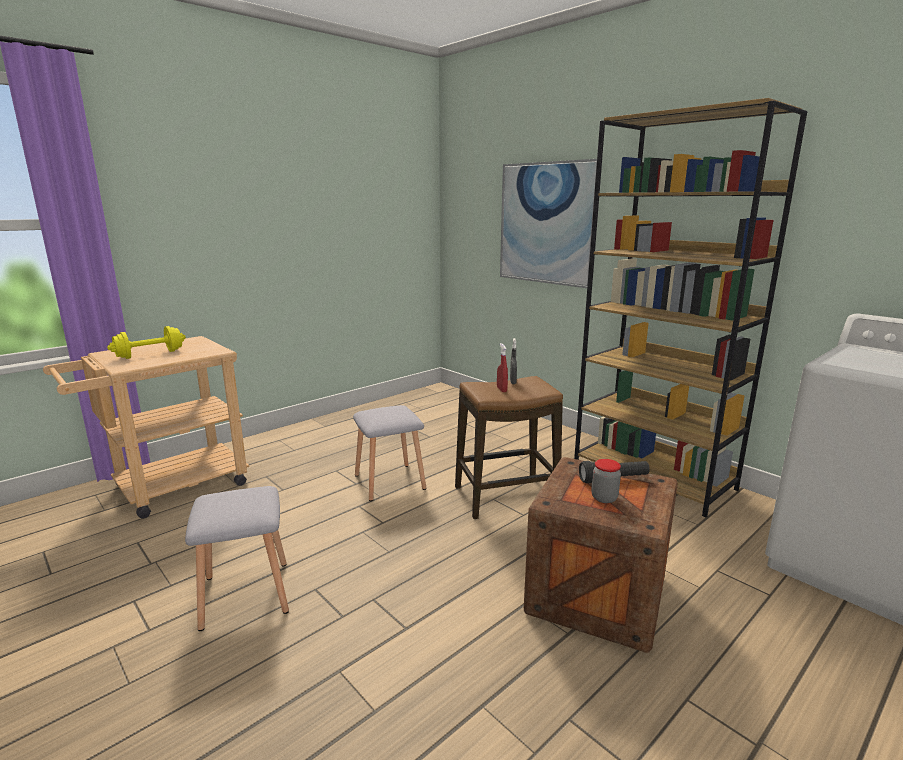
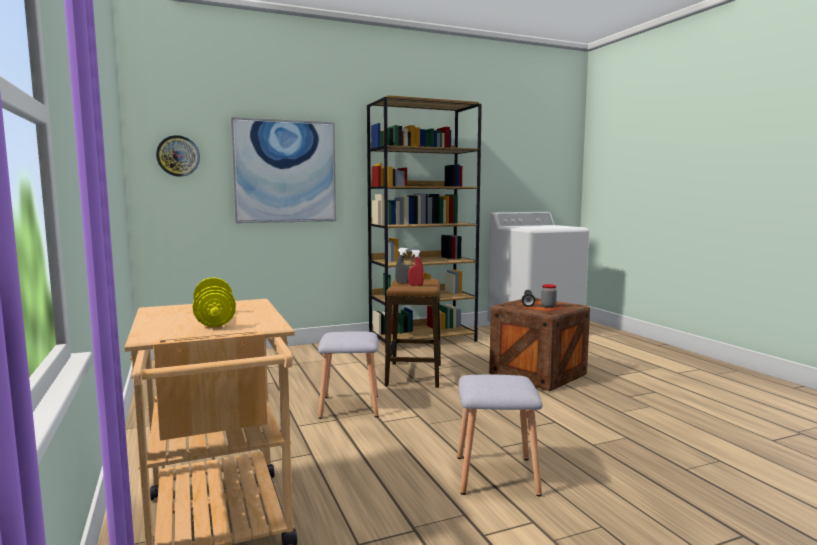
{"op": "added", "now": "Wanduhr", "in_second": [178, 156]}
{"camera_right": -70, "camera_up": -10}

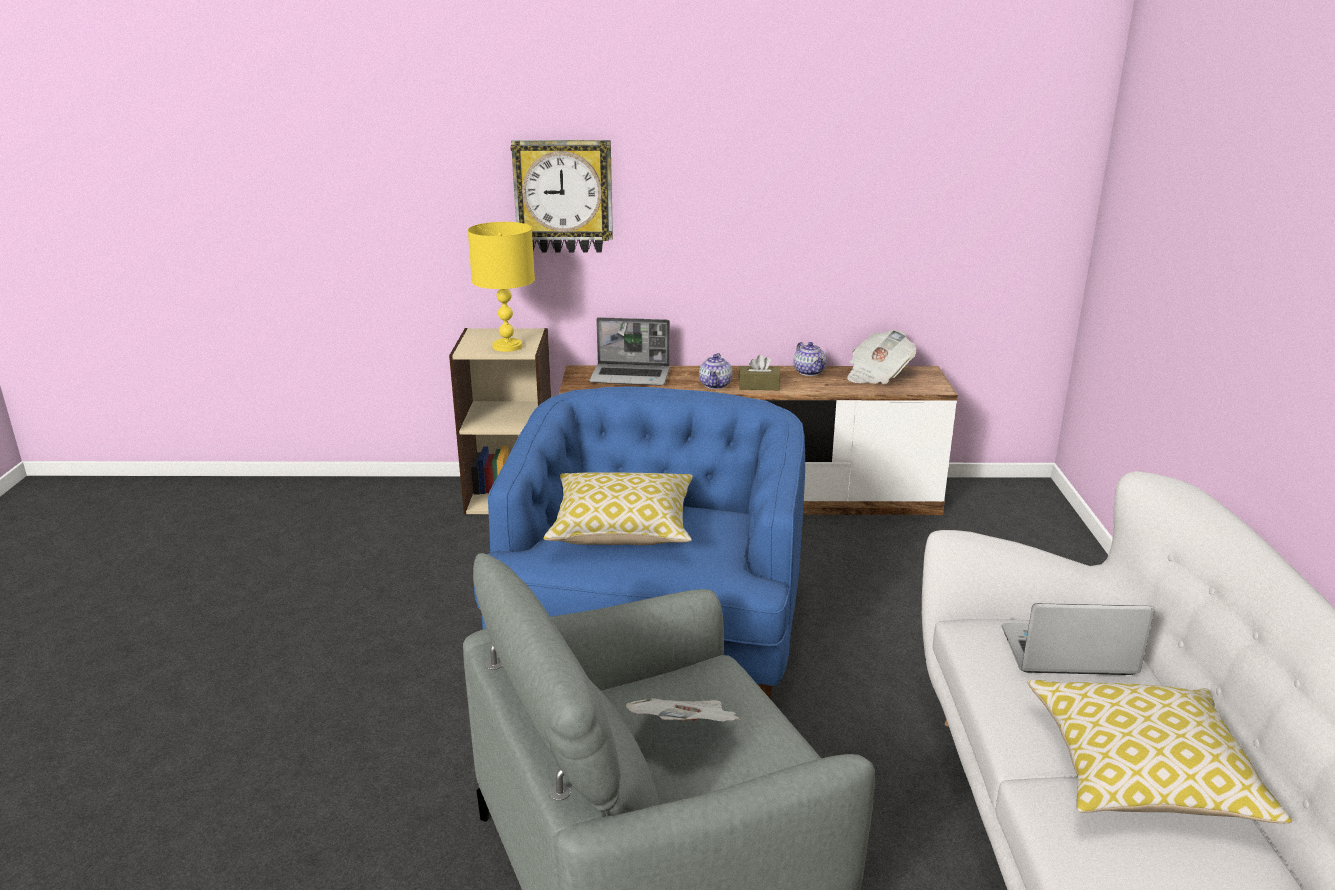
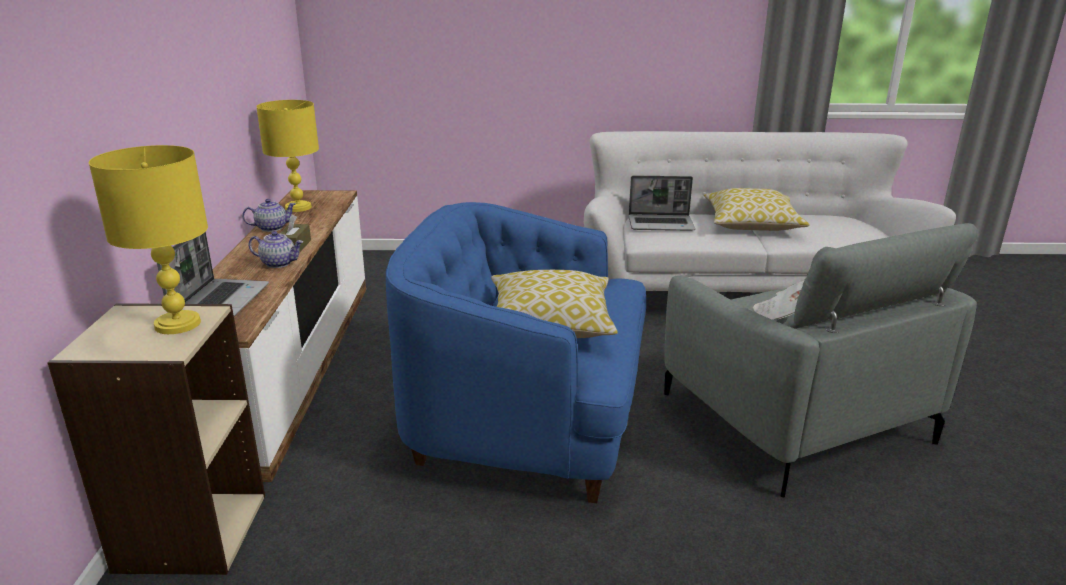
{"op": "removed", "was": "Wanduhr", "in_first": [563, 196]}
{"op": "replaced", "was": "Zeitung", "now": "Tischlampe/gelb", "in_first": [877, 375], "in_second": [298, 207]}
{"op": "turned", "was": "Laptop", "in_first": [1066, 653], "in_second": [661, 224], "clockwise": -90}
{"camera_right": -90, "camera_up": 0}

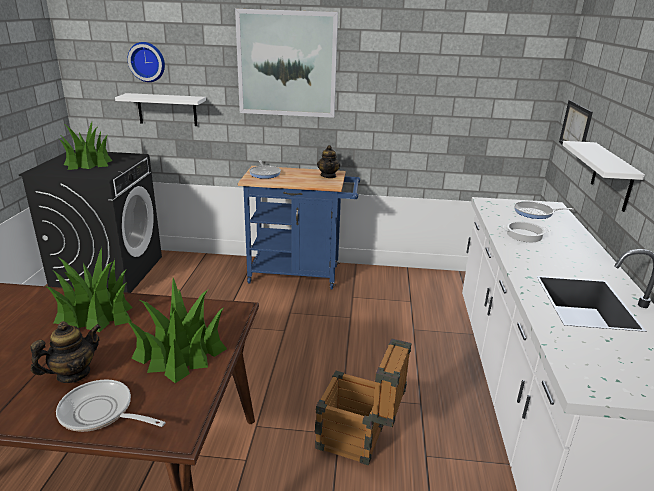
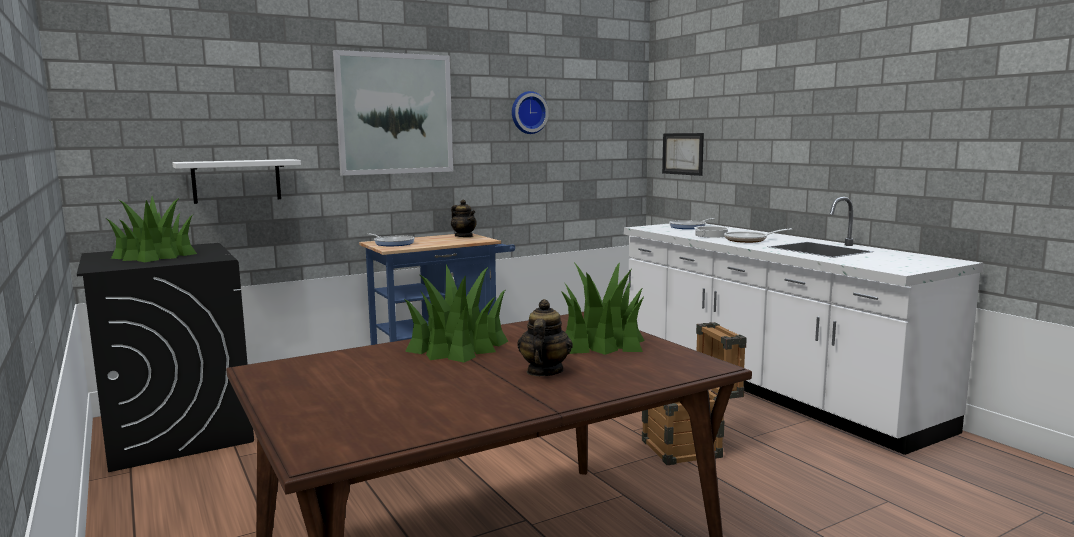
{"op": "moved", "was": "Wanduhr", "in_first": [147, 62], "in_second": [528, 112]}
{"op": "removed", "was": "Wandregal/weiß", "in_first": [612, 177]}
{"op": "moved", "was": "Pfanne", "in_first": [101, 413], "in_second": [749, 240]}
{"camera_right": -35, "camera_up": -15}

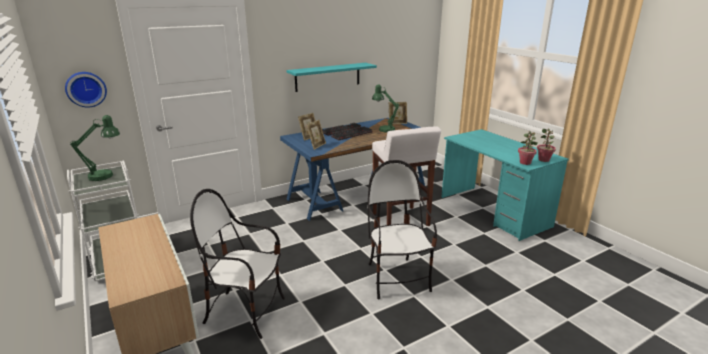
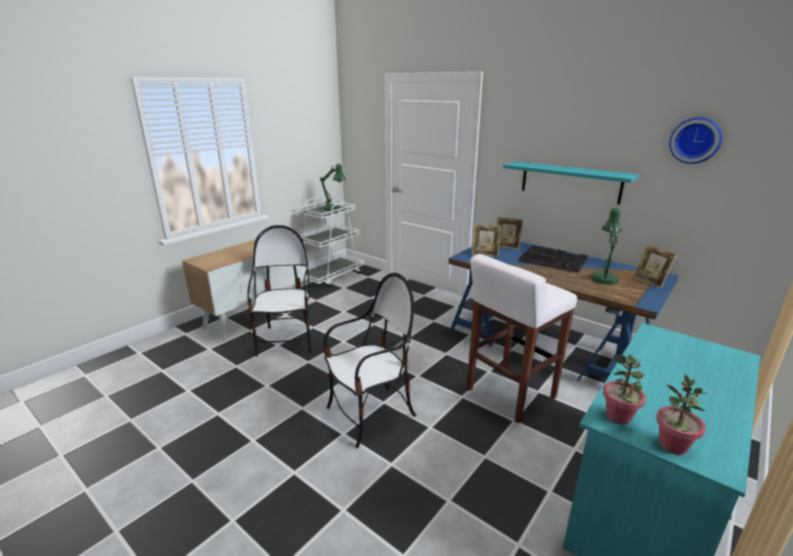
{"op": "moved", "was": "Wanduhr", "in_first": [86, 89], "in_second": [695, 140]}
{"camera_right": 70, "camera_up": 0}

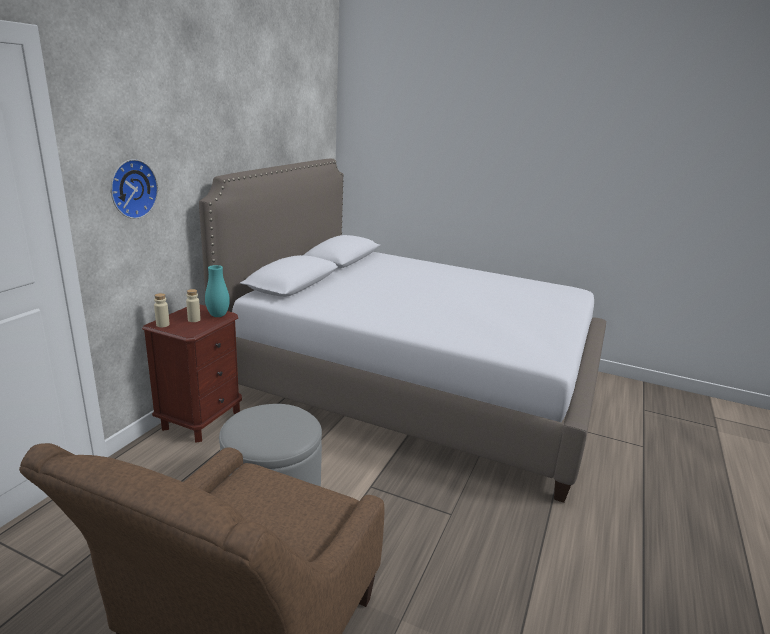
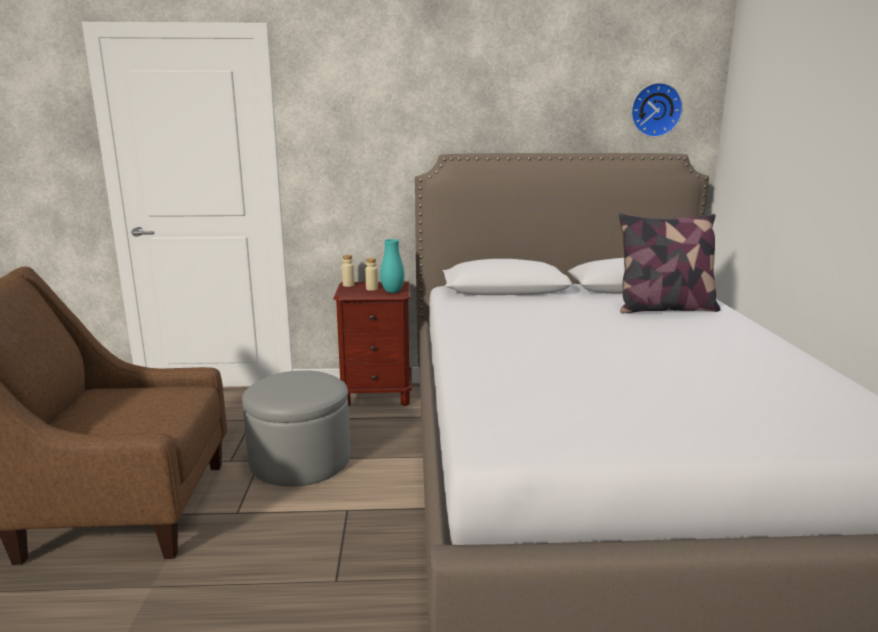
{"op": "moved", "was": "Wanduhr", "in_first": [131, 188], "in_second": [655, 110]}
{"op": "added", "now": "Kissen", "in_second": [665, 308]}
{"camera_right": 65, "camera_up": -5}

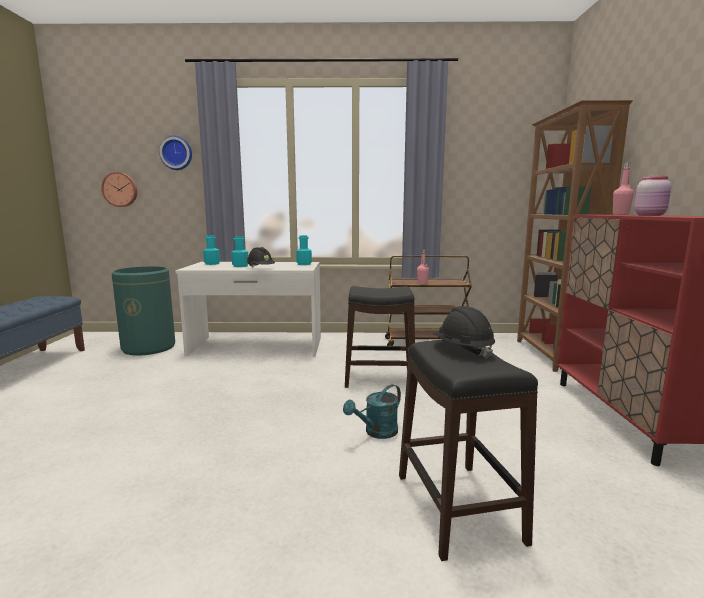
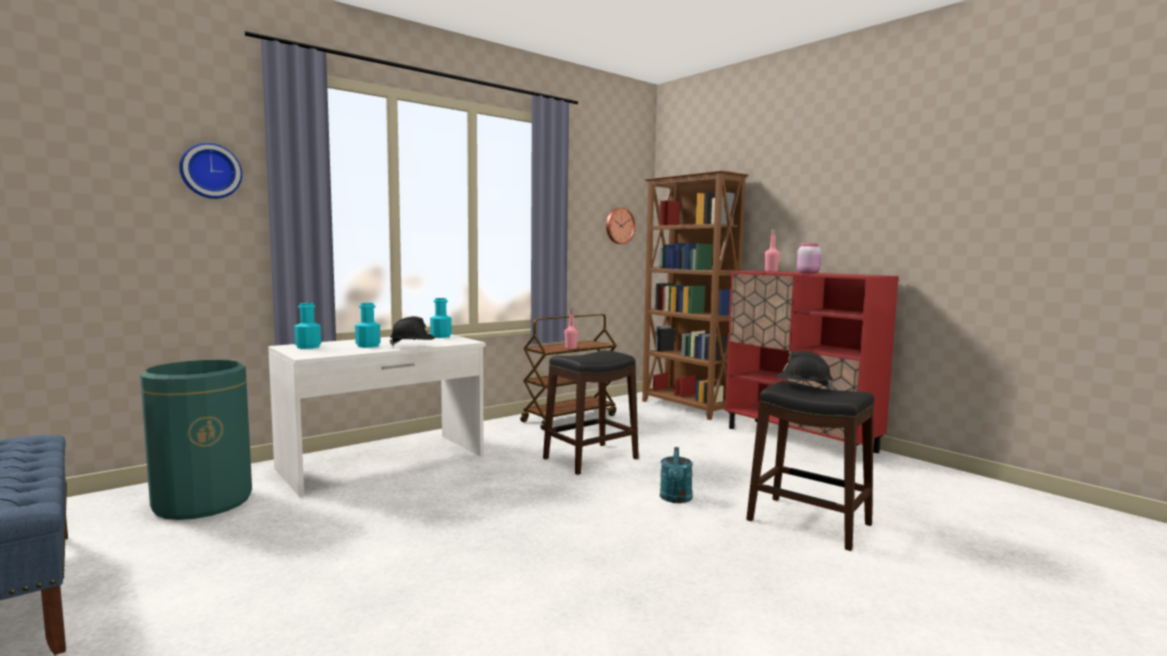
{"op": "moved", "was": "Wanduhr", "in_first": [120, 189], "in_second": [619, 225]}
{"camera_right": -40, "camera_up": -5}

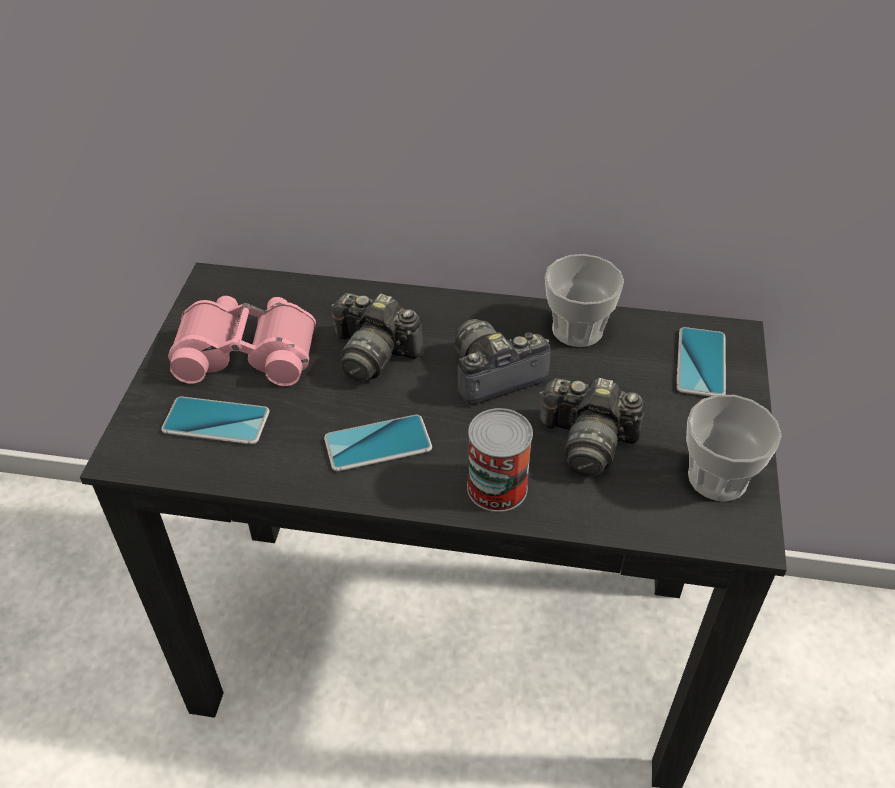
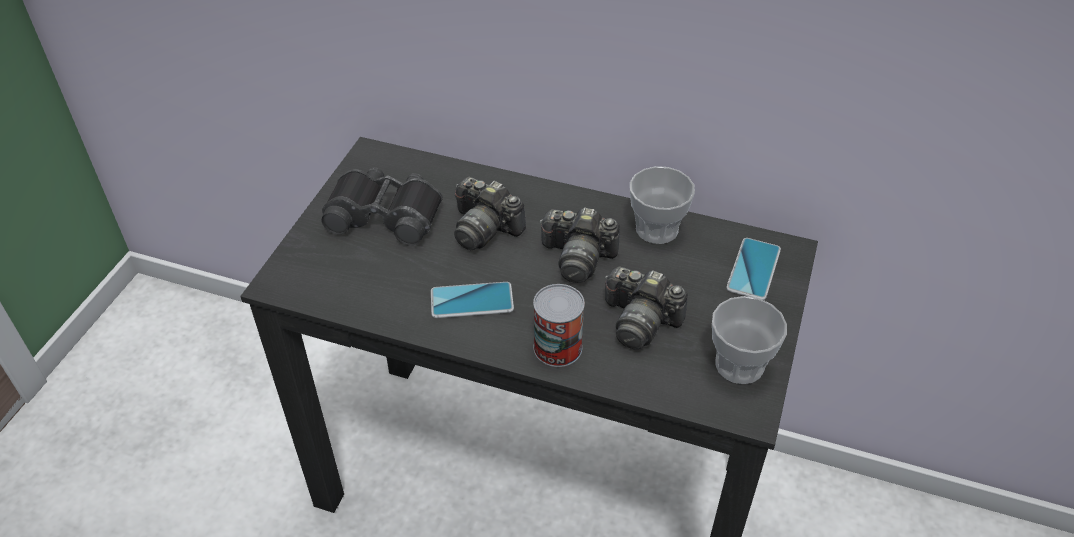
{"op": "recoloured", "was": "Fernglas/rosa", "now": "Fernglas/schwarz", "in_first": [247, 351], "in_second": [385, 214]}
{"op": "turned", "was": "Kamera", "in_first": [494, 375], "in_second": [578, 258], "clockwise": -150}
{"op": "removed", "was": "Handy", "in_first": [216, 421]}
{"camera_right": 10, "camera_up": 0}

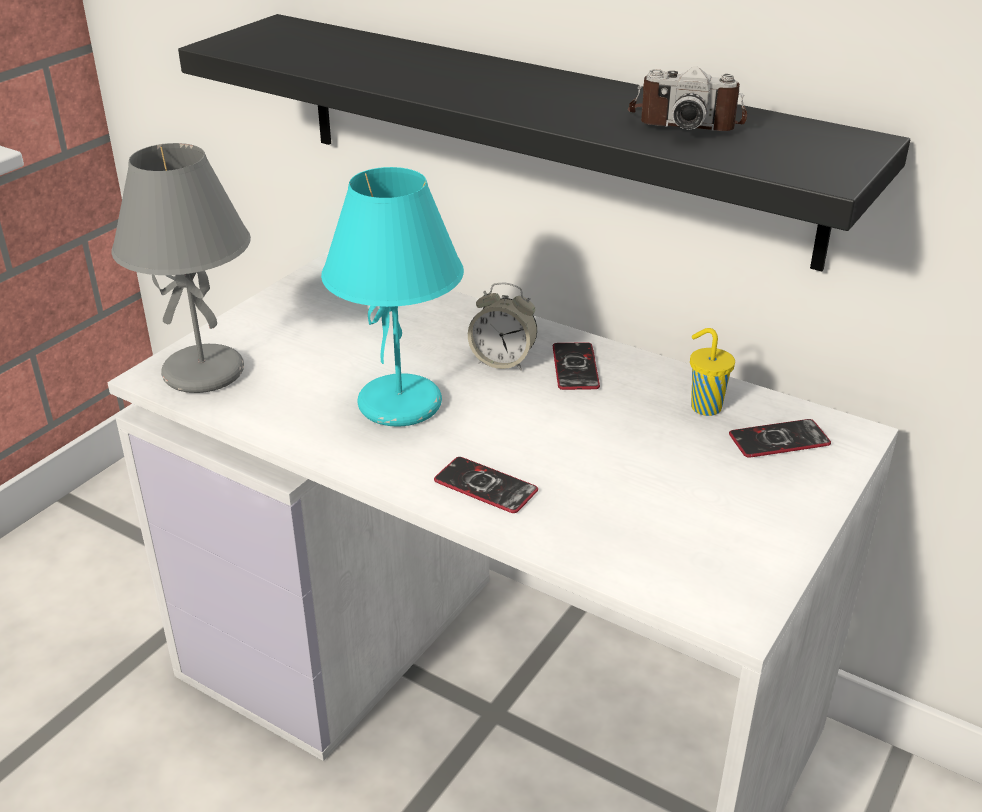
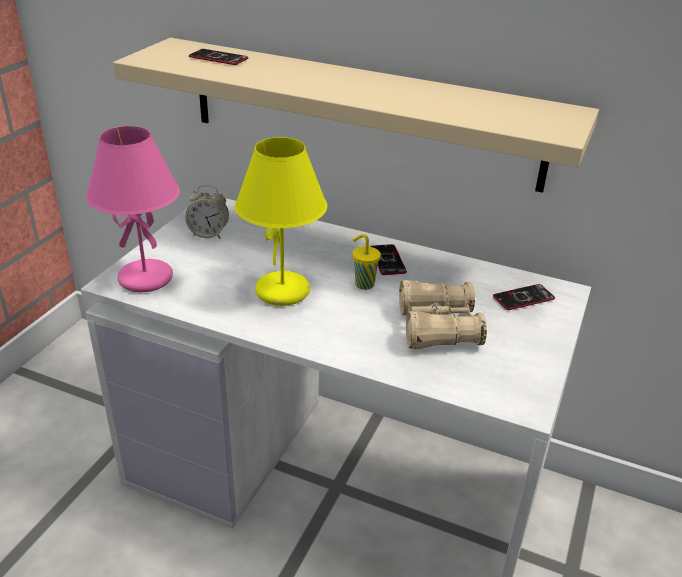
{"op": "recoloured", "was": "Wandregal/schwarz", "now": "Wandregal/beige", "in_first": [547, 134], "in_second": [361, 112]}
{"op": "removed", "was": "Kamera", "in_first": [685, 122]}
{"op": "recoloured", "was": "Tischlampe/grau", "now": "Tischlampe/rosa", "in_first": [205, 372], "in_second": [147, 278]}
{"op": "recoloured", "was": "Tischlampe/türkis", "now": "Tischlampe/gelb", "in_first": [400, 406], "in_second": [283, 292]}
{"op": "moved", "was": "Wecker", "in_first": [502, 361], "in_second": [208, 234]}
{"op": "moved", "was": "Tasse/gelb", "in_first": [704, 407], "in_second": [363, 284]}
{"op": "moved", "was": "Handy", "in_first": [485, 486], "in_second": [218, 58]}
{"op": "added", "now": "Fernglas/beige", "in_second": [438, 327]}
{"camera_right": -10, "camera_up": 0}

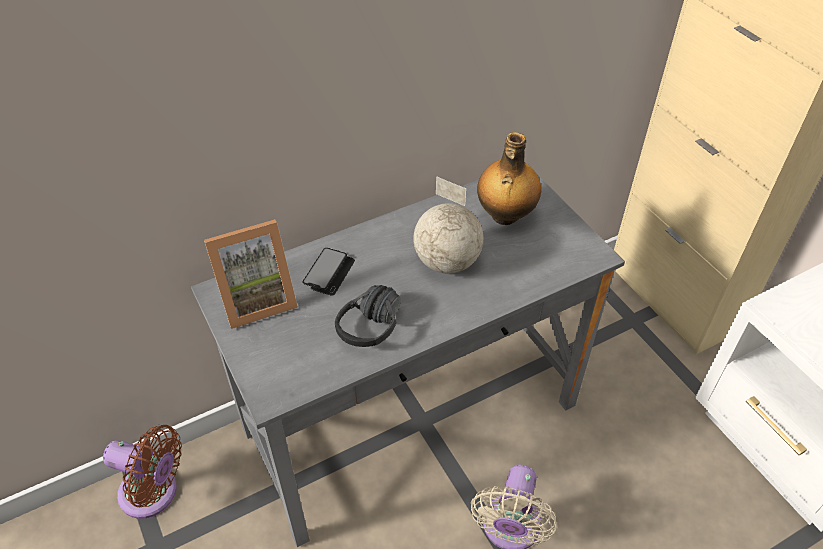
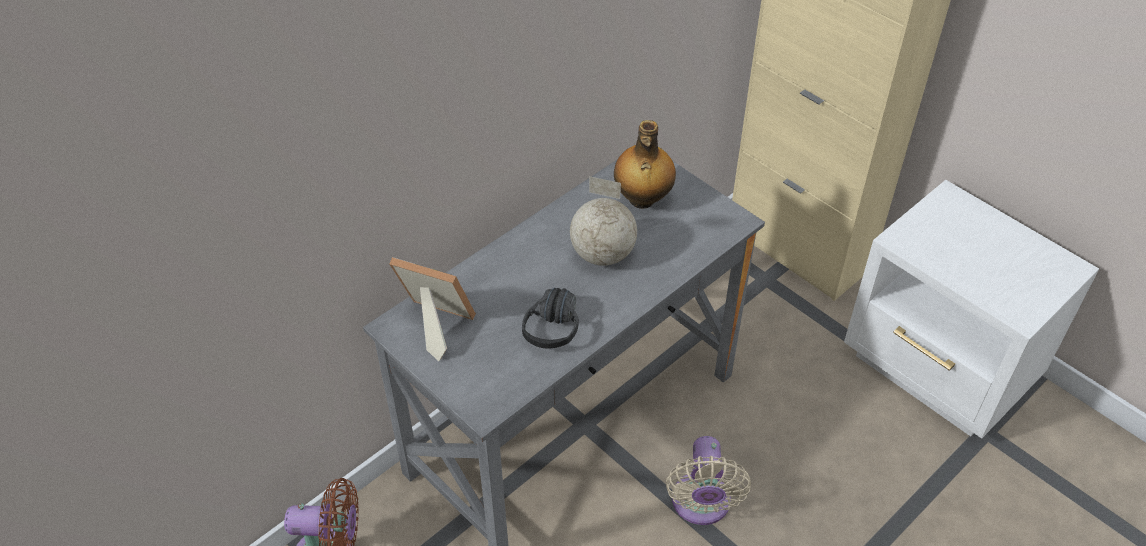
{"op": "turned", "was": "Bilderrahmen", "in_first": [256, 299], "in_second": [434, 326], "clockwise": -120}
{"op": "removed", "was": "Handy", "in_first": [329, 272]}
{"camera_right": -15, "camera_up": 0}

